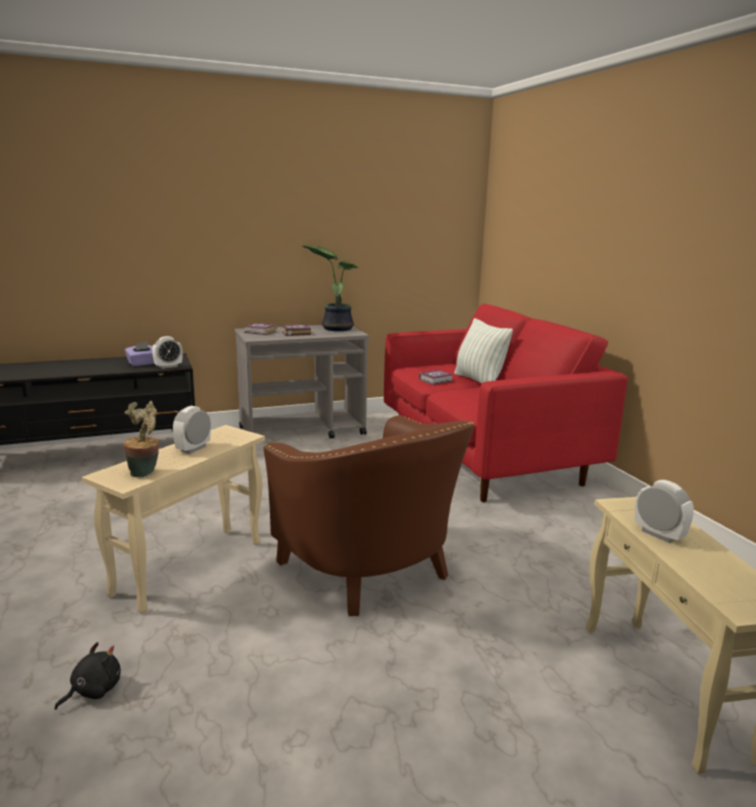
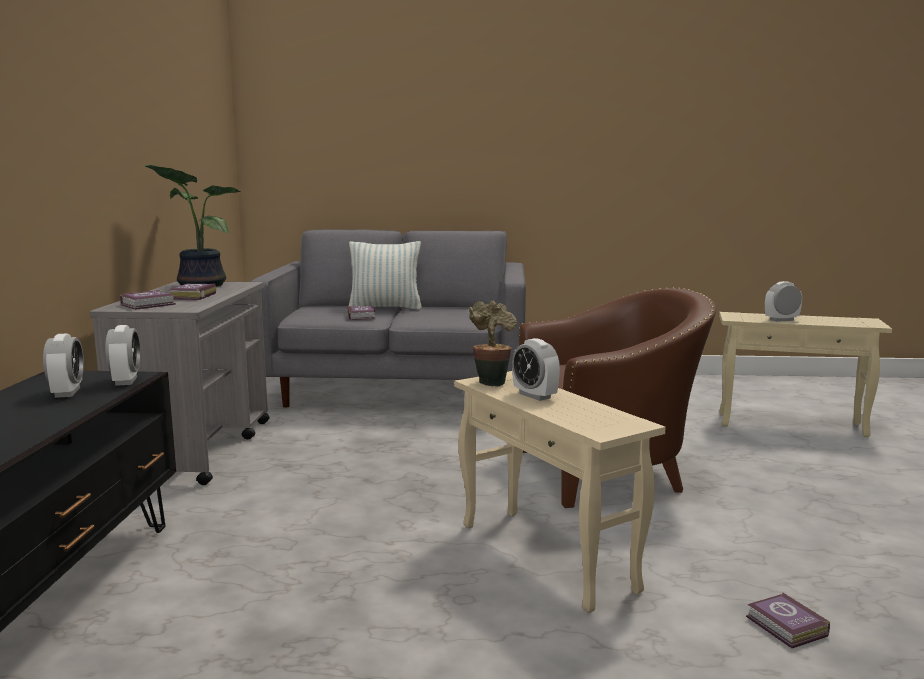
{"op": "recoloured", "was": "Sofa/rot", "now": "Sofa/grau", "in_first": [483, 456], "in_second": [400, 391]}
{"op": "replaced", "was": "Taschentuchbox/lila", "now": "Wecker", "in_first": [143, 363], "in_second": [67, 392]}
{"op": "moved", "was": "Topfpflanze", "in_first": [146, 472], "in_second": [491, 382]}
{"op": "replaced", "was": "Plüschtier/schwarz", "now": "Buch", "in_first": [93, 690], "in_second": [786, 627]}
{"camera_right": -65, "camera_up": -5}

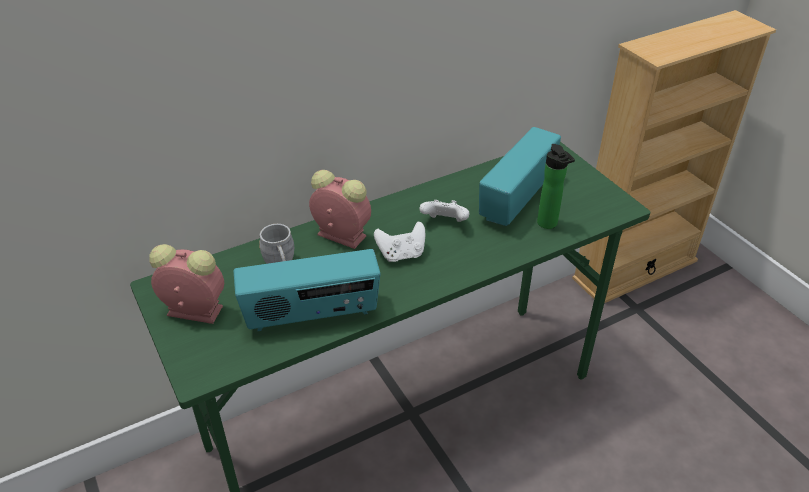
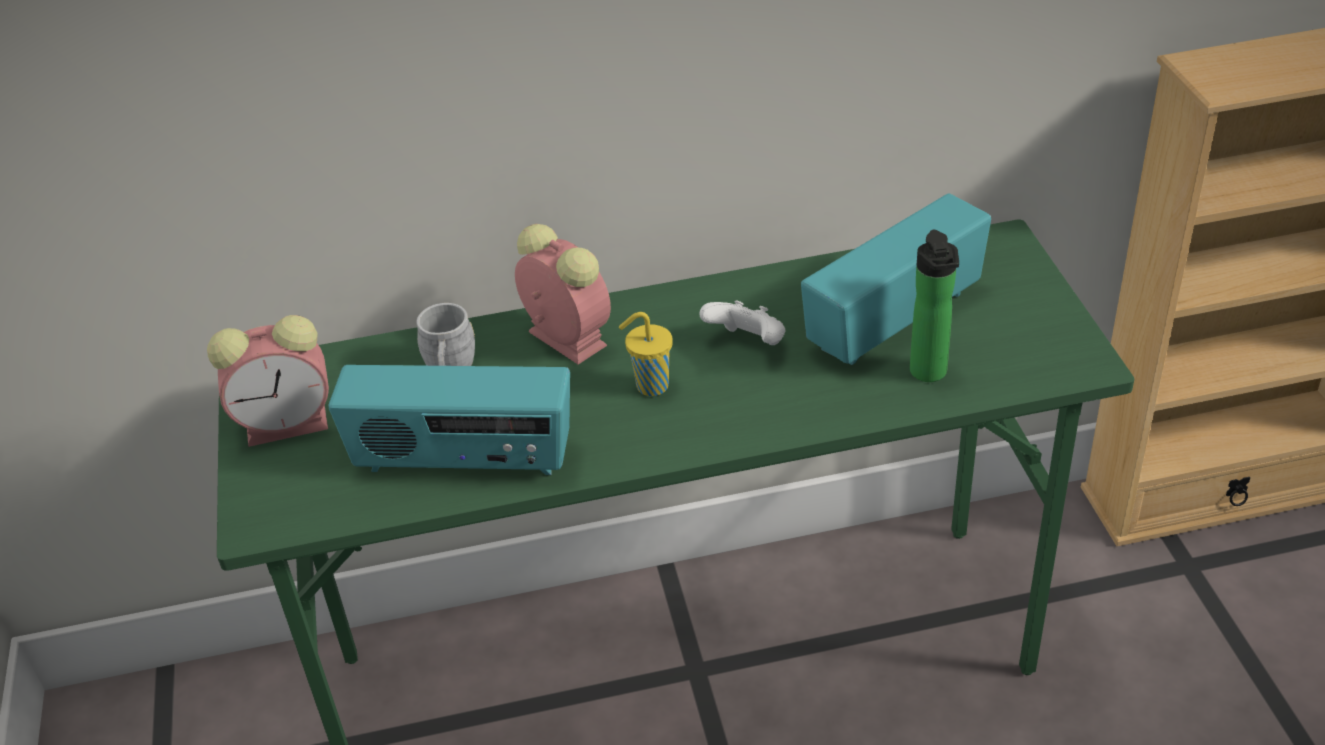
{"op": "replaced", "was": "Gamepad/weiß", "now": "Tasse/gelb", "in_first": [401, 254], "in_second": [650, 386]}
{"op": "turned", "was": "Wecker", "in_first": [192, 311], "in_second": [290, 423], "clockwise": 135}
{"camera_right": 20, "camera_up": 0}

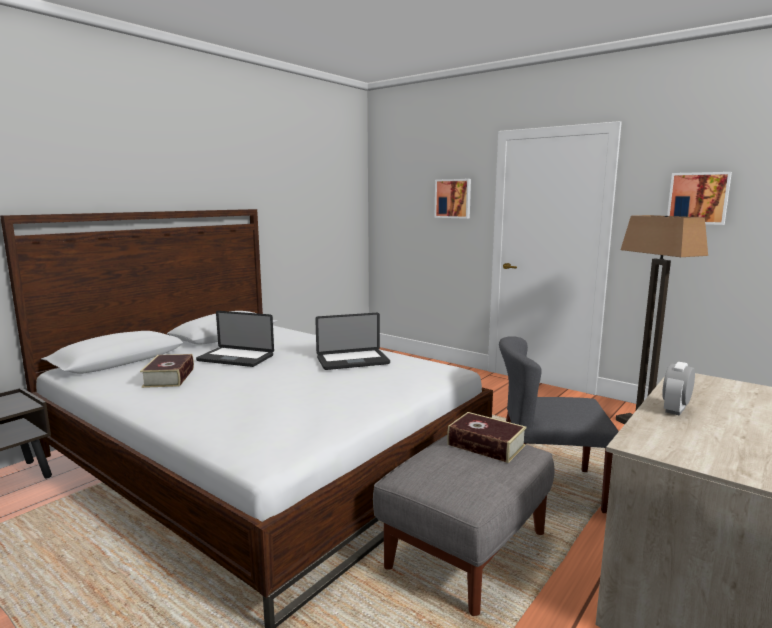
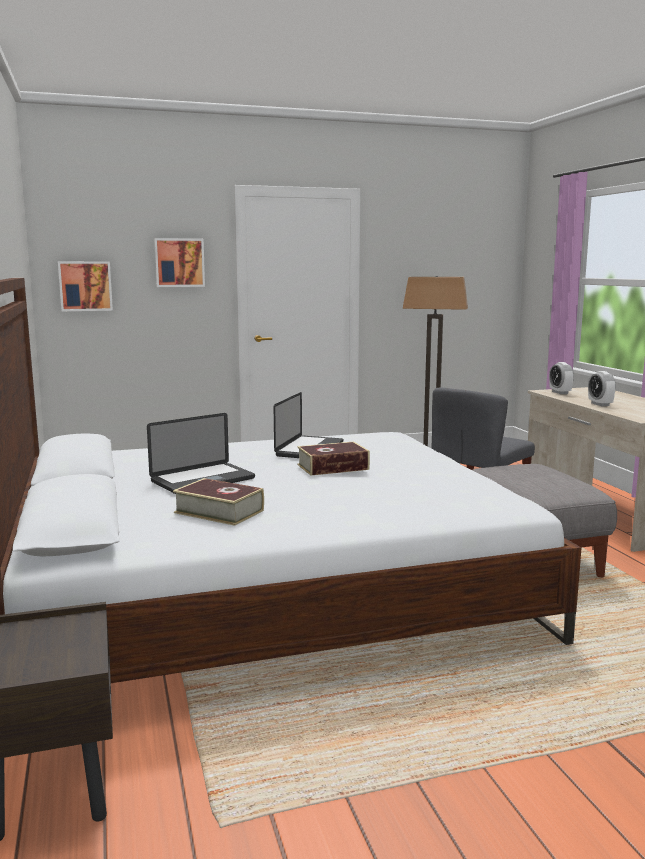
{"op": "moved", "was": "Bild", "in_first": [698, 198], "in_second": [85, 286]}
{"op": "moved", "was": "Buch", "in_first": [486, 445], "in_second": [333, 467]}
{"op": "added", "now": "Wecker", "in_second": [560, 392]}
{"camera_right": -55, "camera_up": 0}

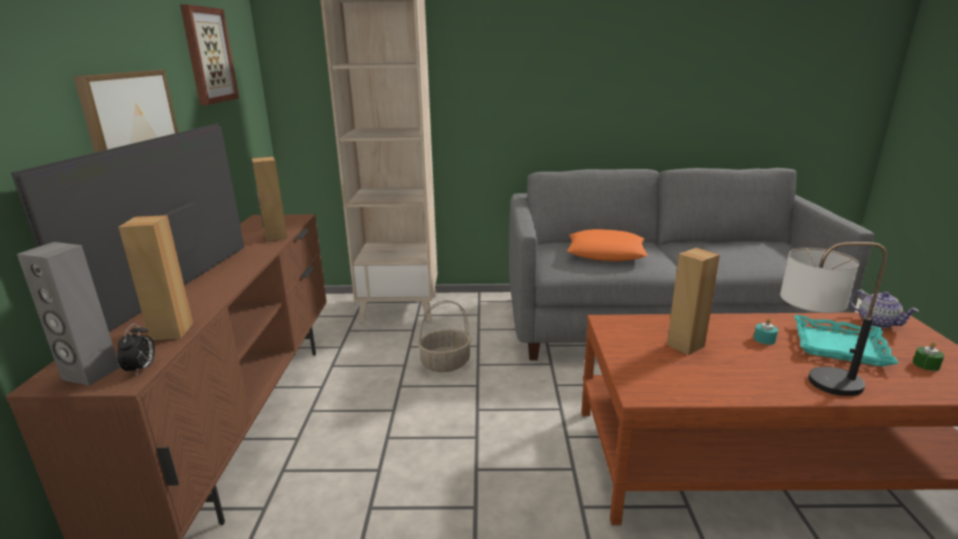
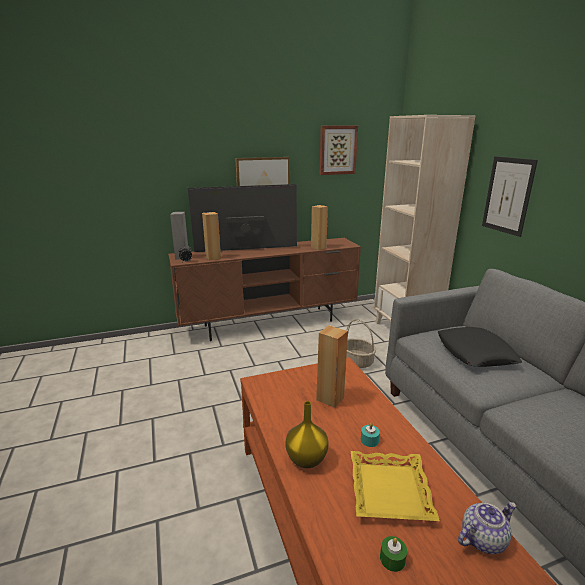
{"op": "recoloured", "was": "Kissen/orange", "now": "Kissen/schwarz", "in_first": [606, 253], "in_second": [475, 353]}
{"op": "replaced", "was": "Tischlampe", "now": "Vase/gelb", "in_first": [810, 383], "in_second": [306, 460]}
{"op": "turned", "was": "Teekanne", "in_first": [878, 323], "in_second": [483, 538], "clockwise": -150}
{"op": "recoloured", "was": "Tablett/türkis", "now": "Tablett/gelb", "in_first": [839, 346], "in_second": [389, 490]}
{"op": "added", "now": "Bild", "in_second": [508, 195]}
{"camera_right": 70, "camera_up": 0}

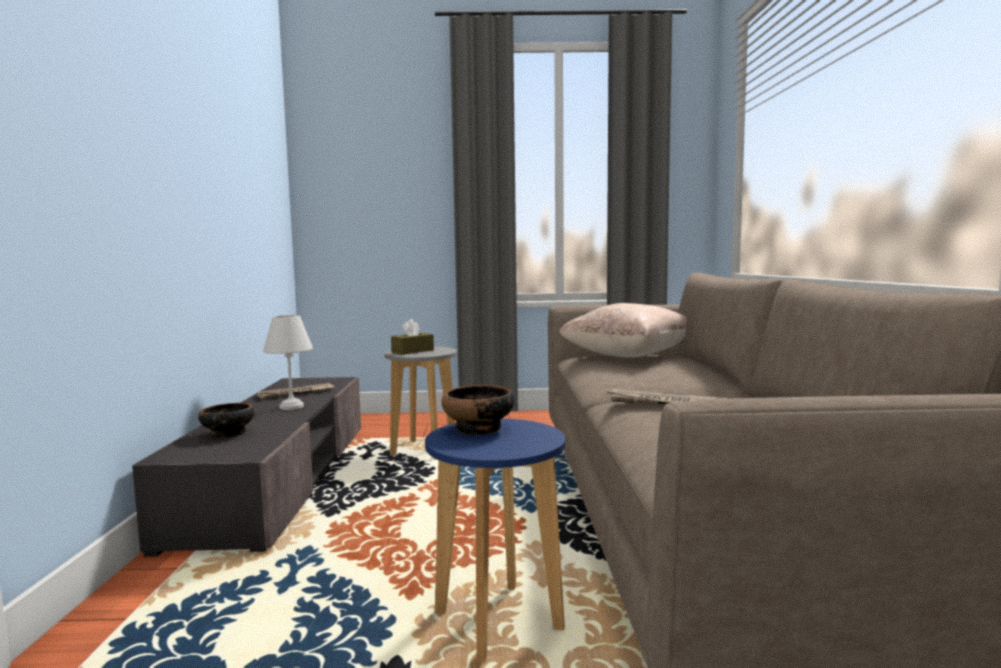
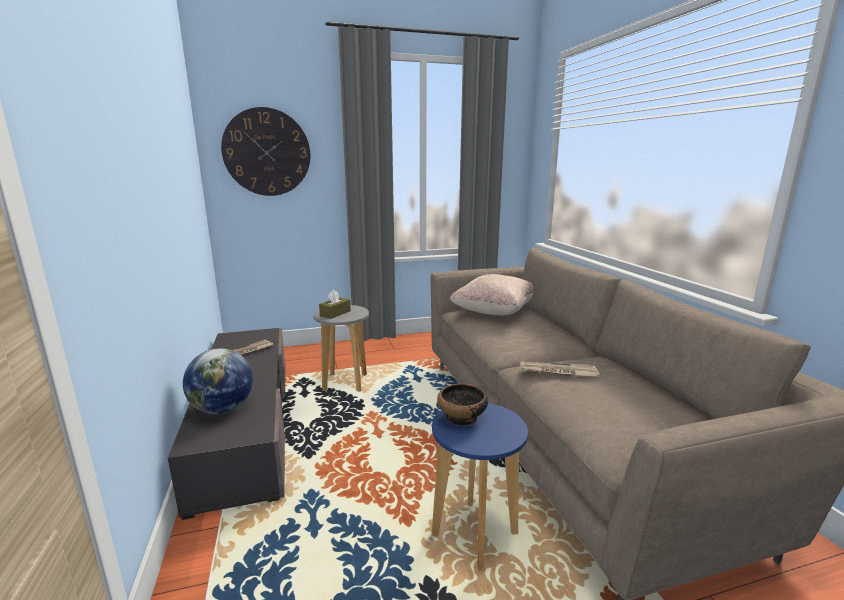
{"op": "removed", "was": "Tischlampe/weiß", "in_first": [291, 407]}
{"op": "replaced", "was": "Schüssel", "now": "Globus", "in_first": [227, 434], "in_second": [222, 409]}
{"op": "added", "now": "Wanduhr", "in_second": [267, 152]}
{"camera_right": -15, "camera_up": 10}

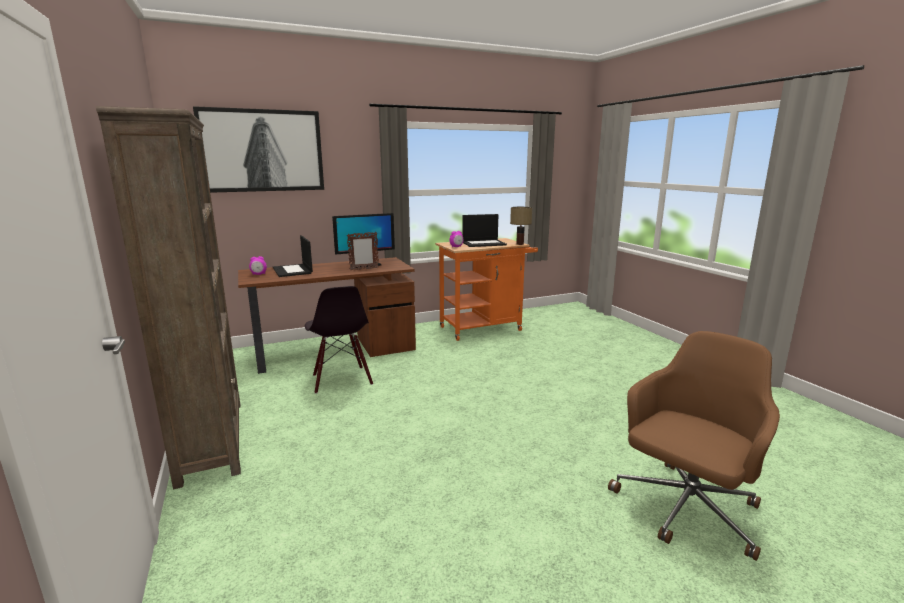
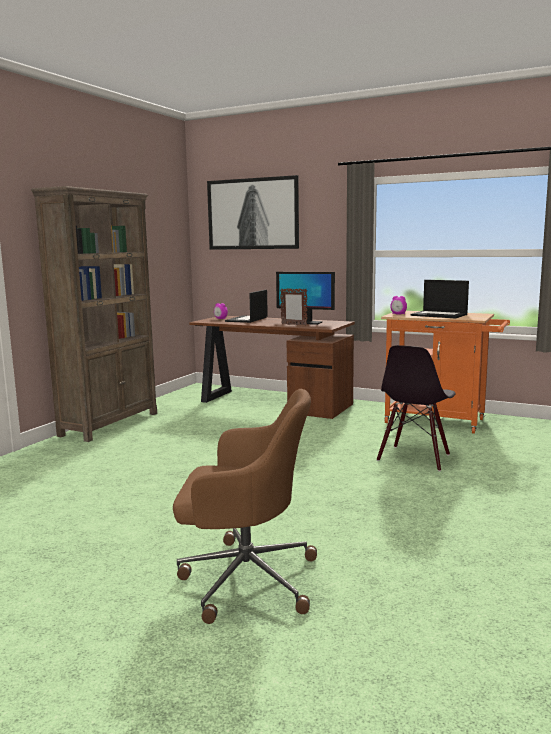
{"op": "removed", "was": "Tischlampe", "in_first": [519, 244]}
{"op": "moved", "was": "Stuhl/schwarz", "in_first": [341, 380], "in_second": [414, 458]}
{"camera_right": 50, "camera_up": -5}

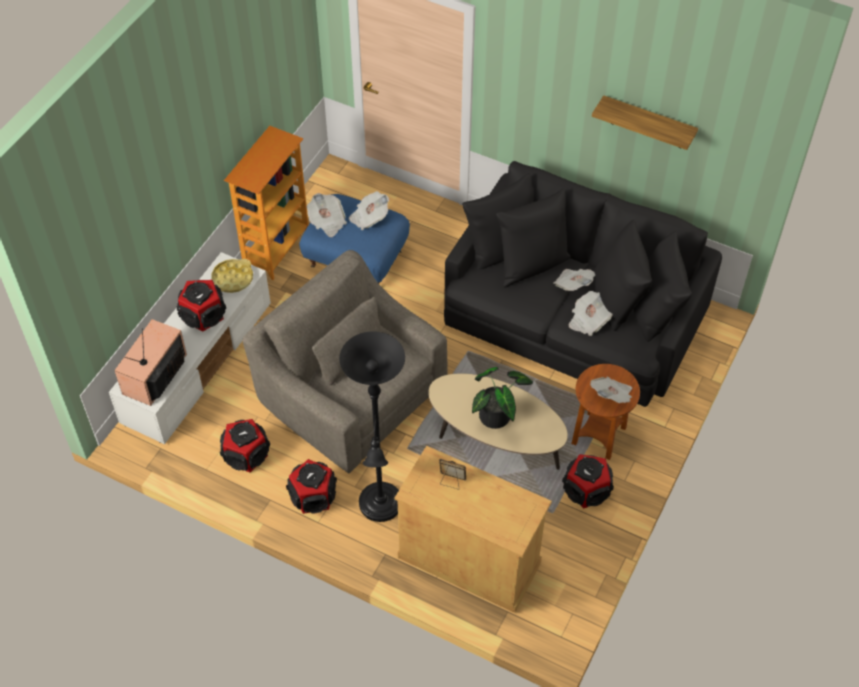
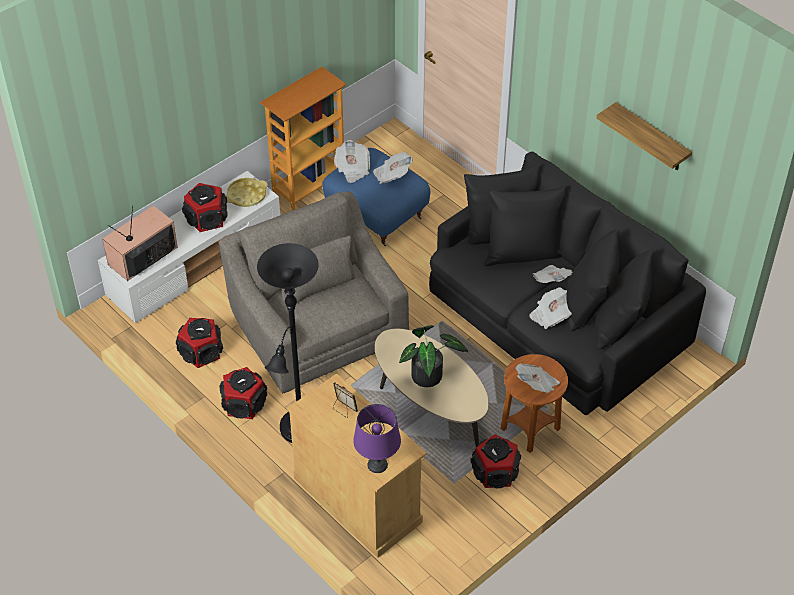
{"op": "added", "now": "Tischlampe/lila", "in_second": [378, 464]}
{"camera_right": 20, "camera_up": -5}

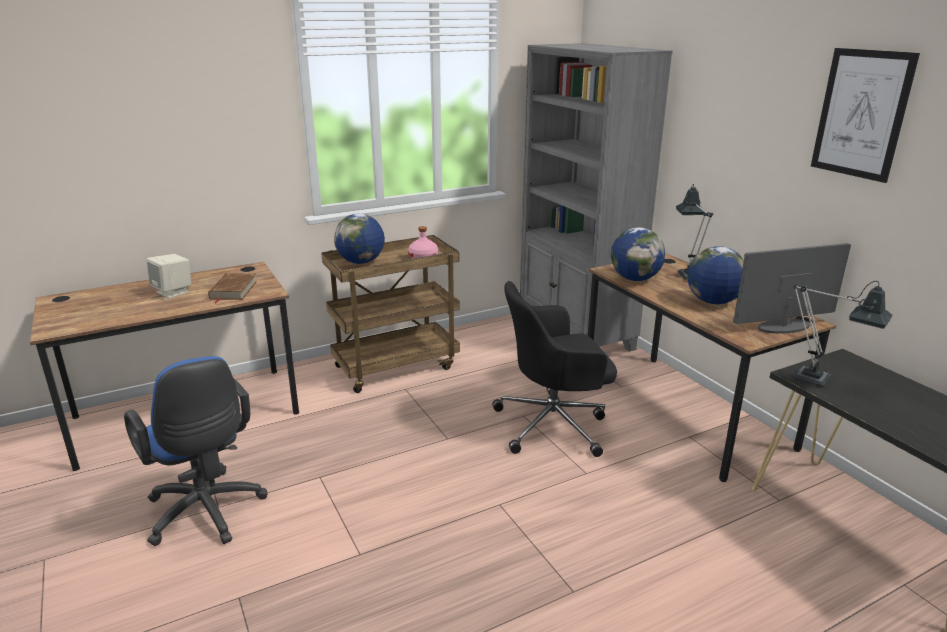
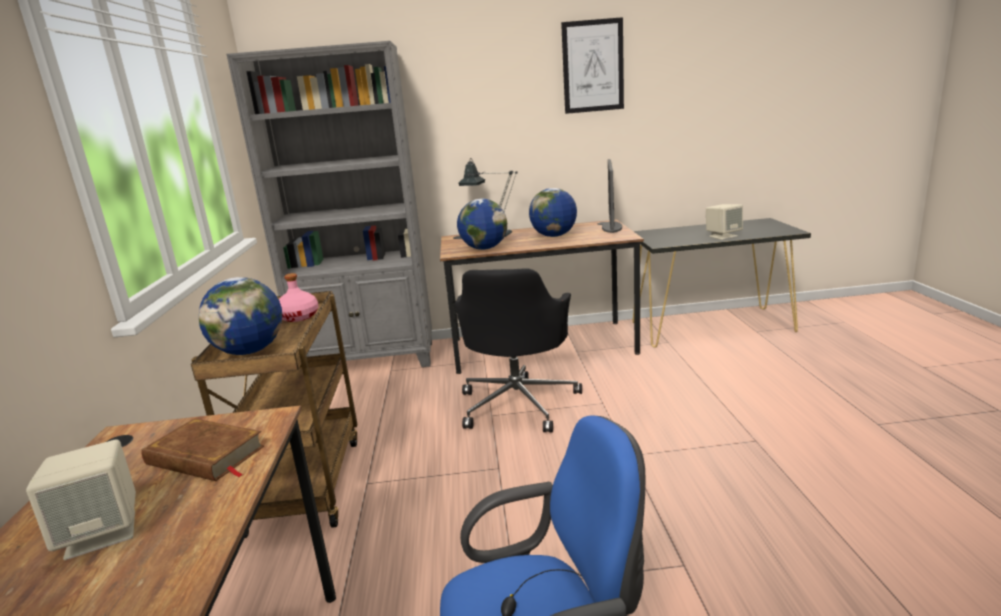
{"op": "removed", "was": "Tischlampe", "in_first": [820, 381]}
{"op": "added", "now": "Lautsprecher/beige", "in_second": [723, 236]}
{"camera_right": -65, "camera_up": -5}

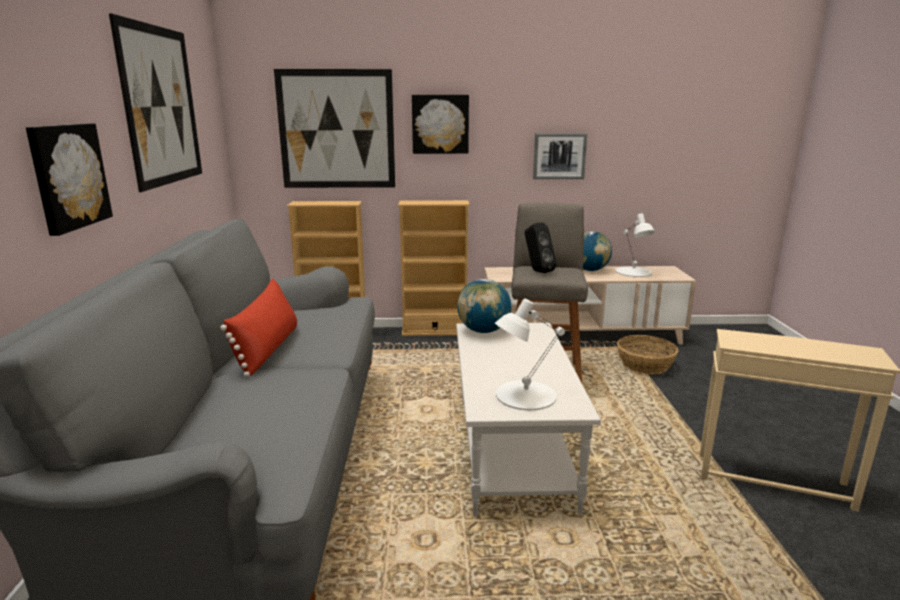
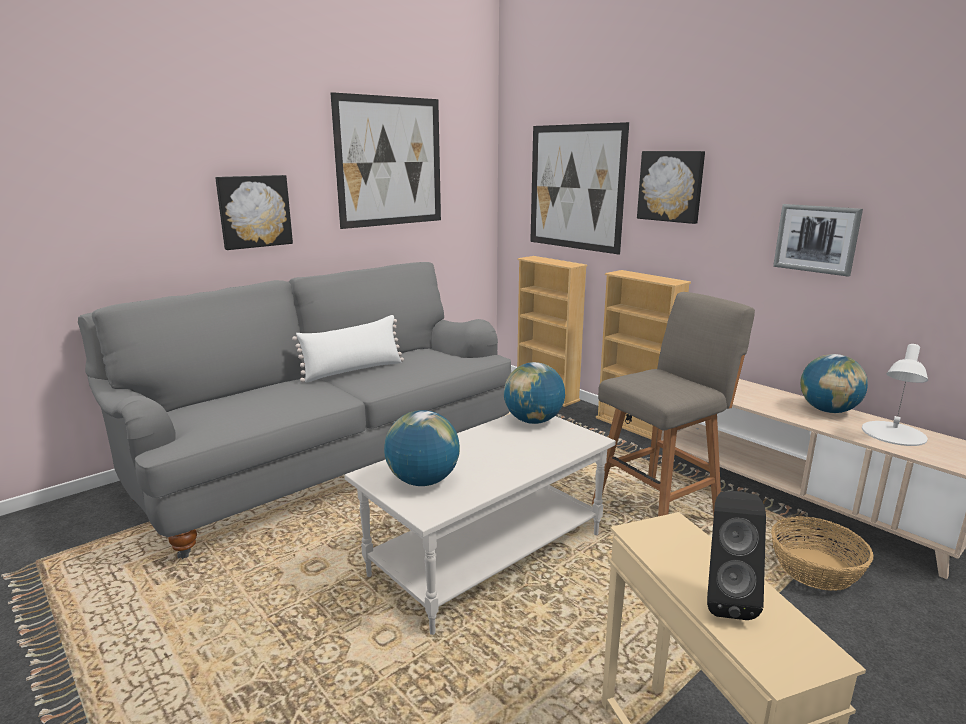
{"op": "moved", "was": "Lautsprecher/schwarz", "in_first": [537, 271], "in_second": [724, 599]}
{"op": "recoloured", "was": "Kissen/rot", "now": "Kissen/weiß", "in_first": [268, 349], "in_second": [353, 370]}
{"op": "replaced", "was": "Tischlampe/weiß", "now": "Globus", "in_first": [524, 395], "in_second": [423, 481]}
{"camera_right": 50, "camera_up": 0}

